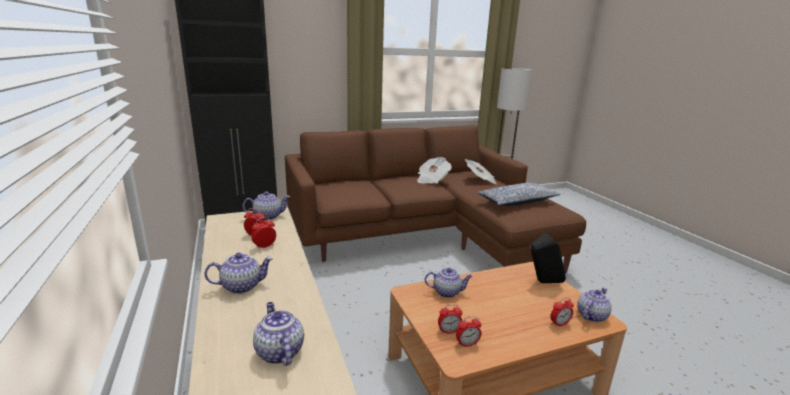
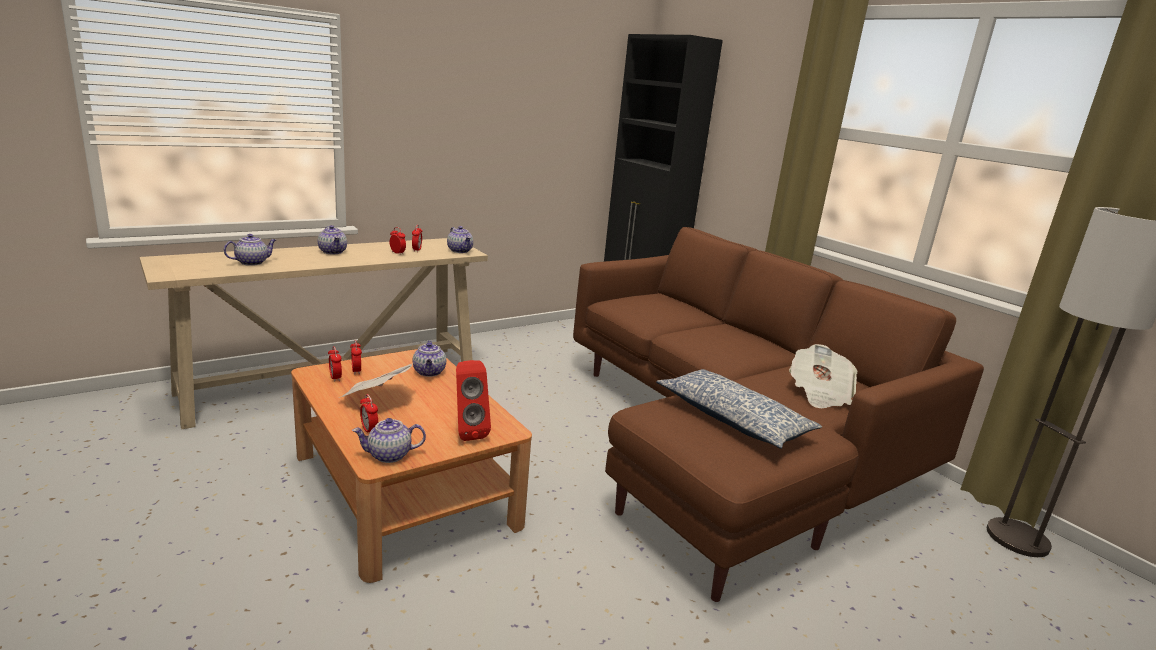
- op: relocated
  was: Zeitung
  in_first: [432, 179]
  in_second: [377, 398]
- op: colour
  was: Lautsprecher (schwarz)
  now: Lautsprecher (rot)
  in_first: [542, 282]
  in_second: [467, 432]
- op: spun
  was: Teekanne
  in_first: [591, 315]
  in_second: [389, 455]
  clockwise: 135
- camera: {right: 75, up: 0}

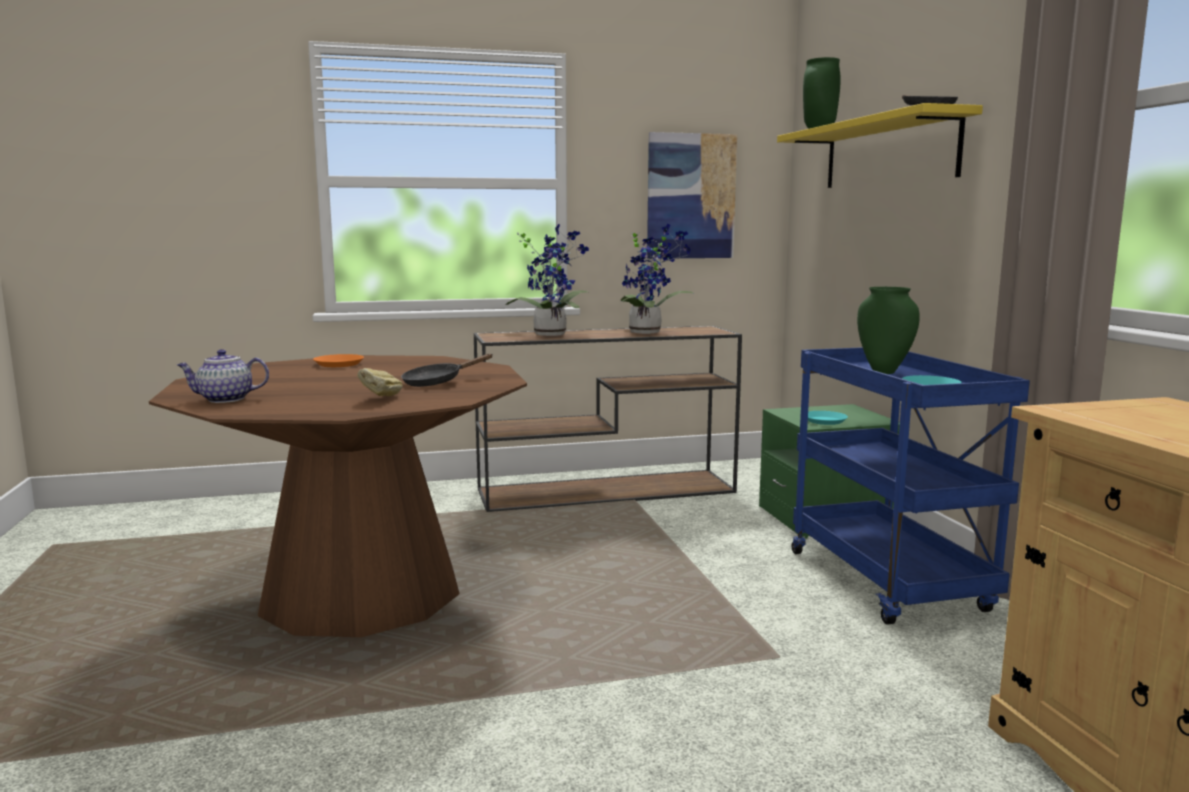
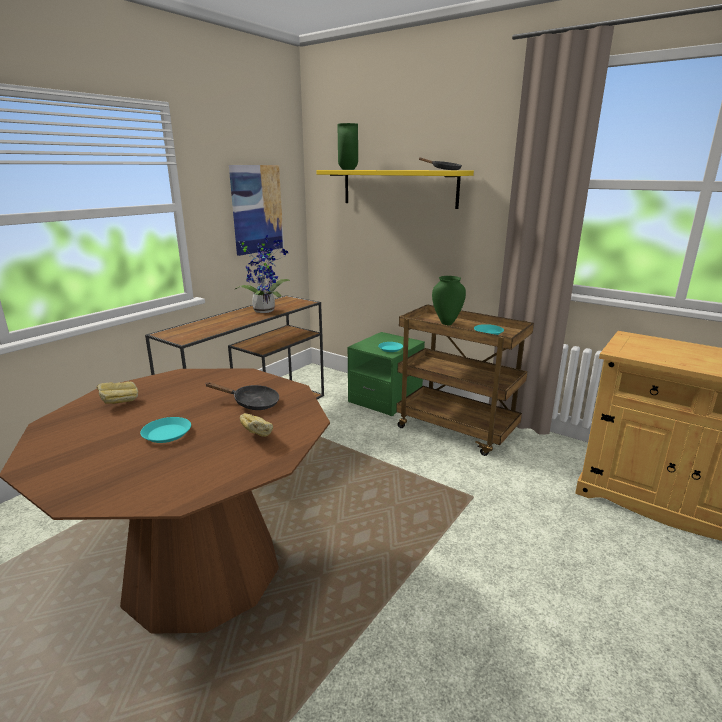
- op: missing
  was: Teekanne
  in_first: [224, 399]
- op: exchanged
  was: Teller (orange)
  now: Brot
  in_first: [339, 364]
  in_second: [120, 403]
- op: spun
  was: Pfanne (schwarz)
  in_first: [437, 382]
  in_second: [252, 403]
  clockwise: -90
- op: missing
  was: Topfpflanze
  in_first: [552, 334]
- op: colour
  was: Rollwagen (blau)
  now: Rollwagen (braun)
  in_first: [890, 583]
  in_second: [457, 430]
- op: appeared
  now: Teller (türkis)
  in_second: [166, 433]
- camera: {right: -40, up: 10}

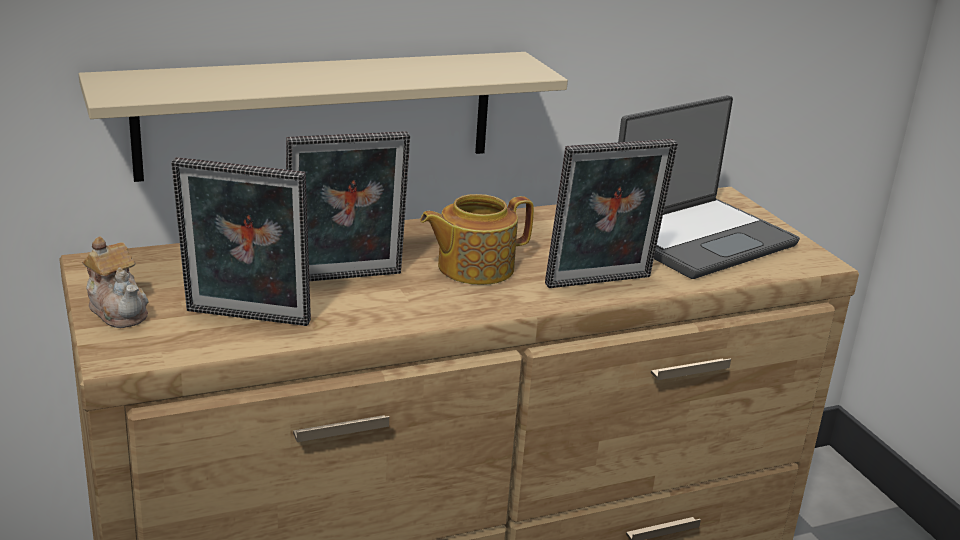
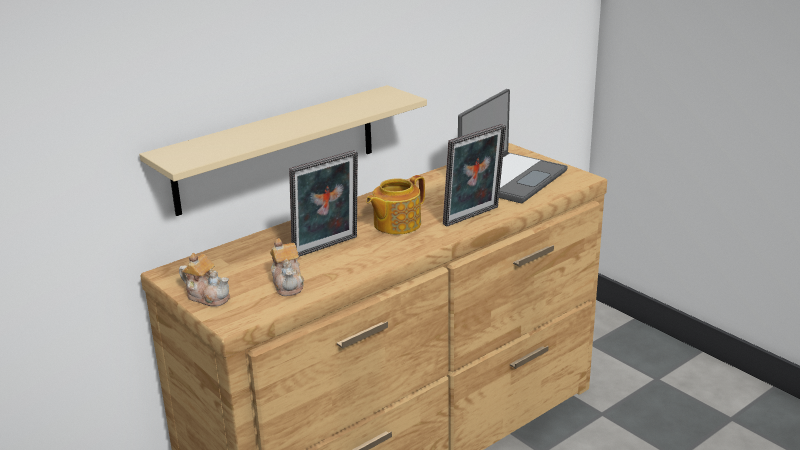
- op: exchanged
  was: Bilderrahmen
  now: Teekanne
  in_first: [245, 320]
  in_second: [288, 284]
- camera: {right: -15, up: 0}

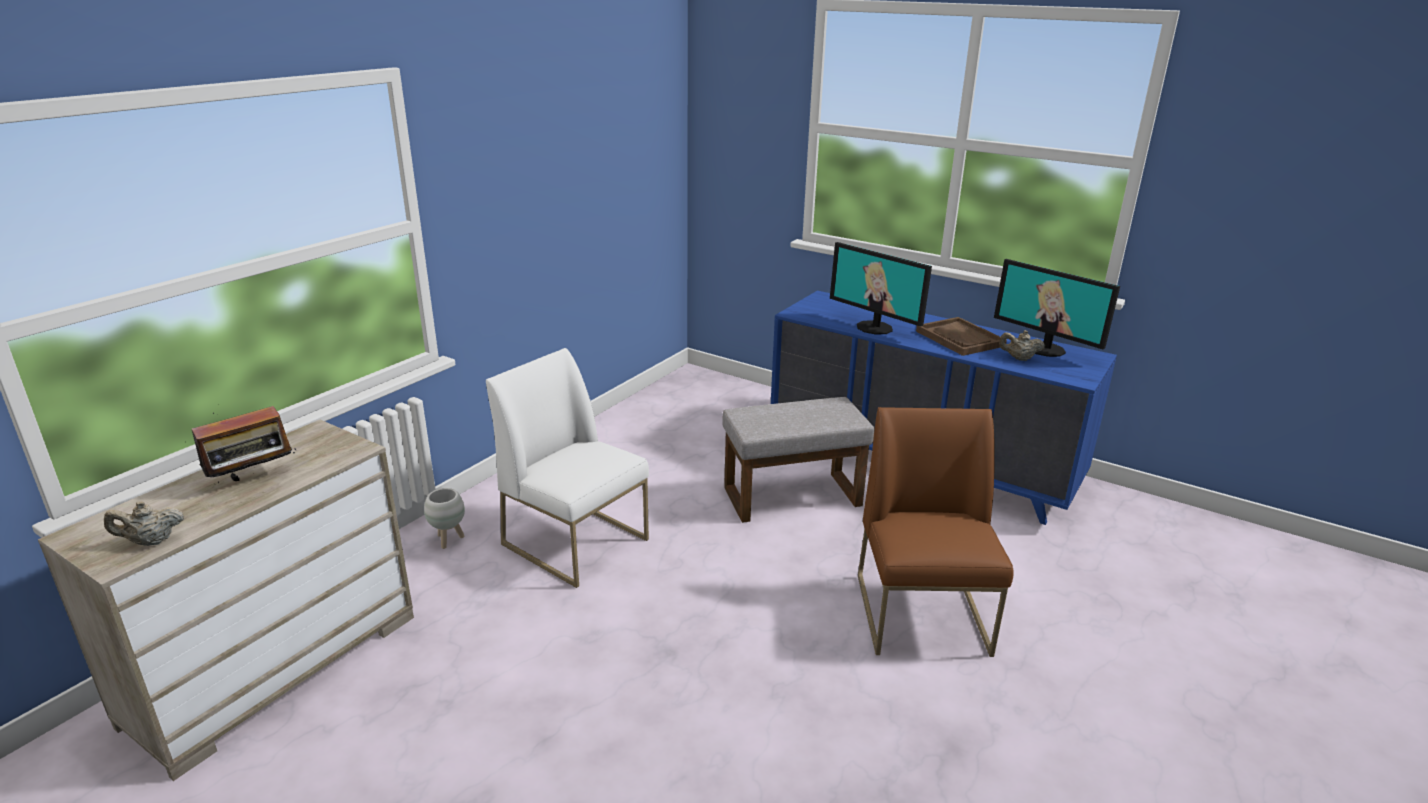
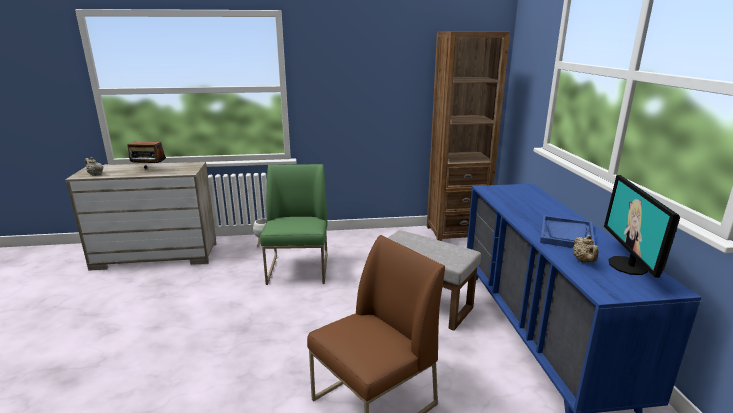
- op: colour
  was: Stuhl (weiß)
  now: Stuhl (grün)
  in_first: [577, 542]
  in_second: [299, 269]
- op: missing
  was: Monitor
  in_first: [875, 327]
- op: colour
  was: Tablett (braun)
  now: Tablett (blau)
  in_first: [960, 338]
  in_second: [566, 234]
- op: spun
  was: Teekanne (beige)
  in_first: [1019, 358]
  in_second: [584, 261]
  clockwise: -150
- op: appeared
  now: Bücherregal (braun)
  in_second: [456, 233]
- camera: {right: 50, up: -5}

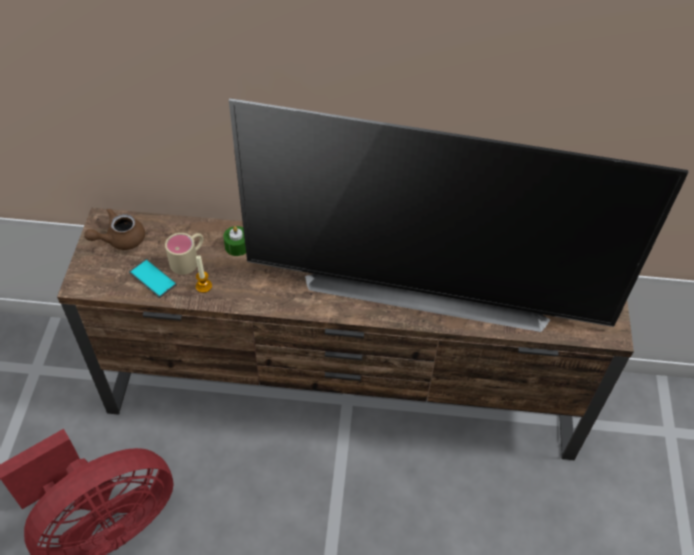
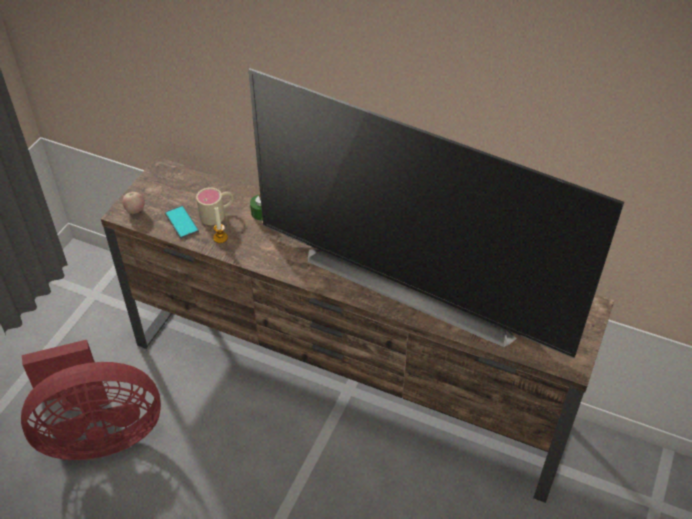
- op: missing
  was: Teekanne (braun)
  in_first: [120, 239]
- op: appeared
  now: Apfel
  in_second: [135, 210]
- camera: {right: 20, up: -5}

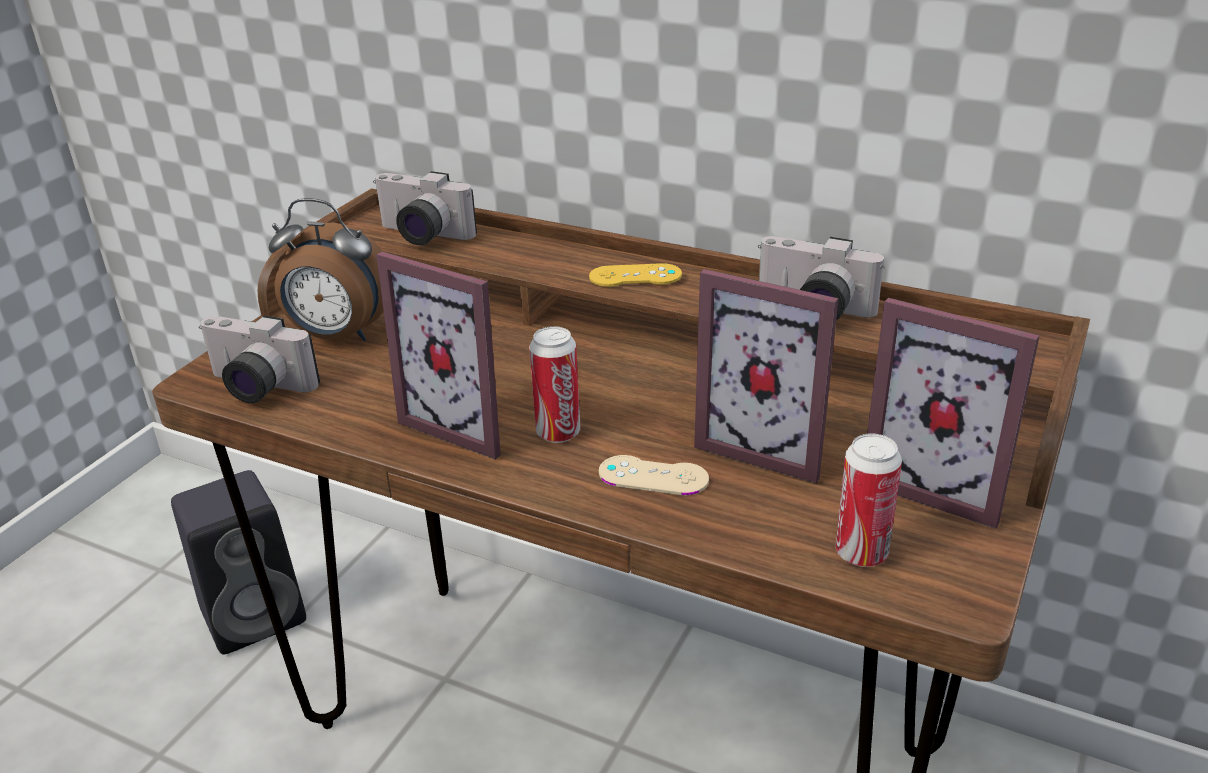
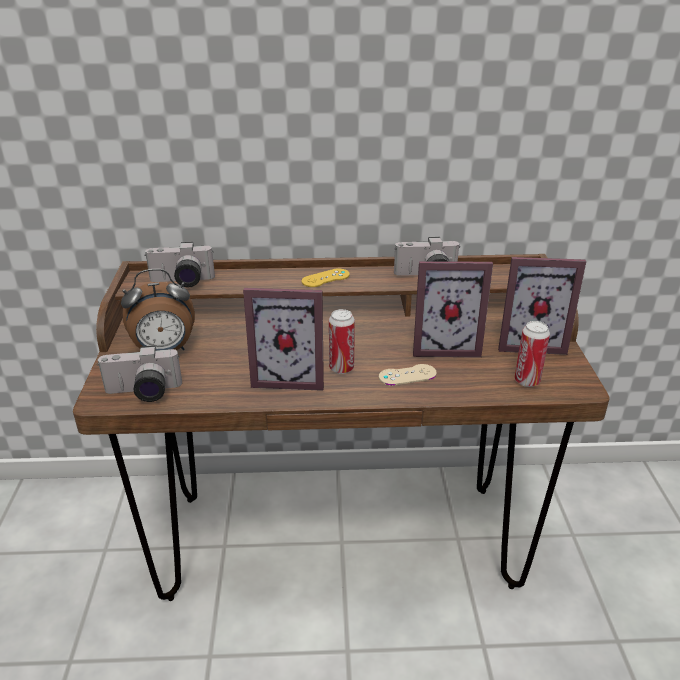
- op: missing
  was: Lautsprecher (schwarz)
  in_first: [257, 614]
- camera: {right: -30, up: 0}

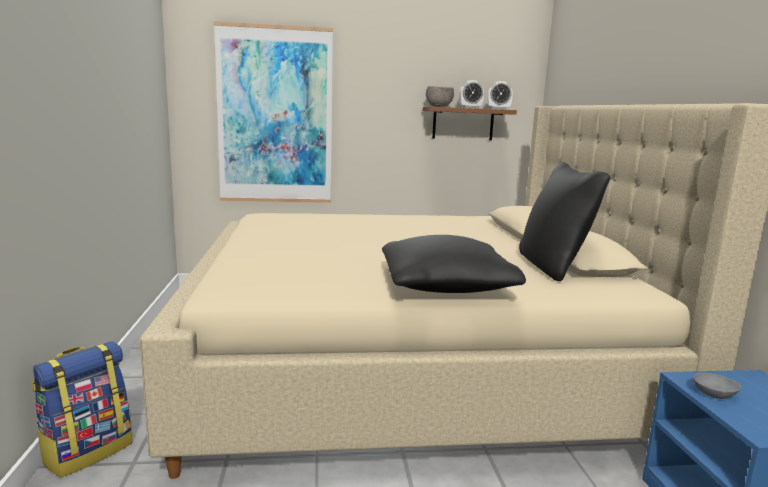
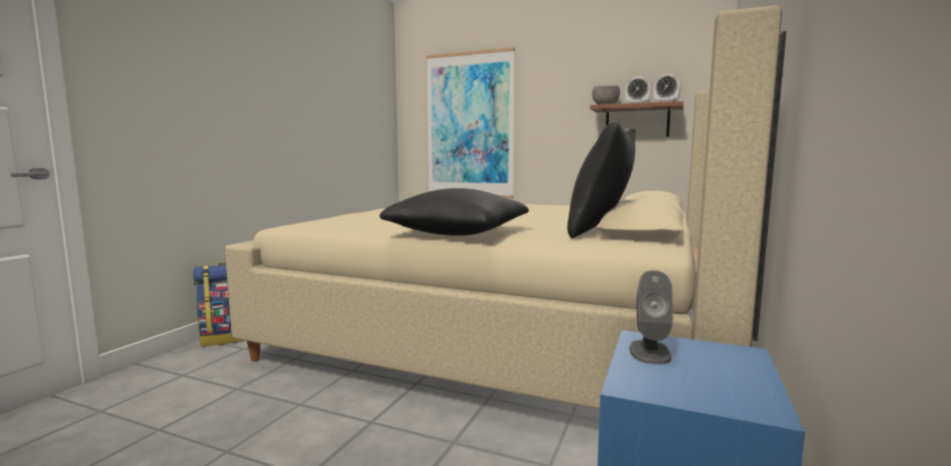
- op: exchanged
  was: Schüssel (grau)
  now: Lautsprecher (grau)
  in_first: [714, 393]
  in_second: [649, 352]
- camera: {right: 30, up: -5}

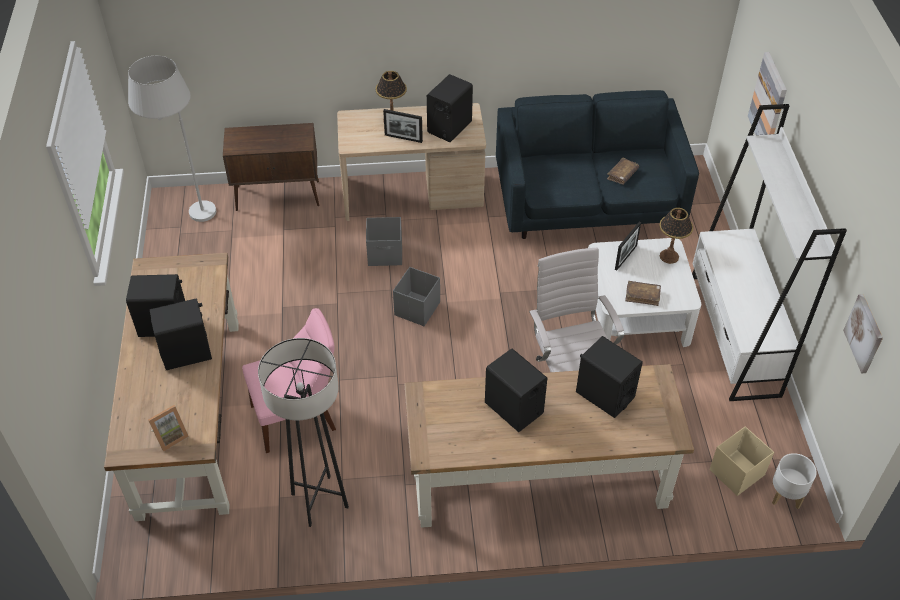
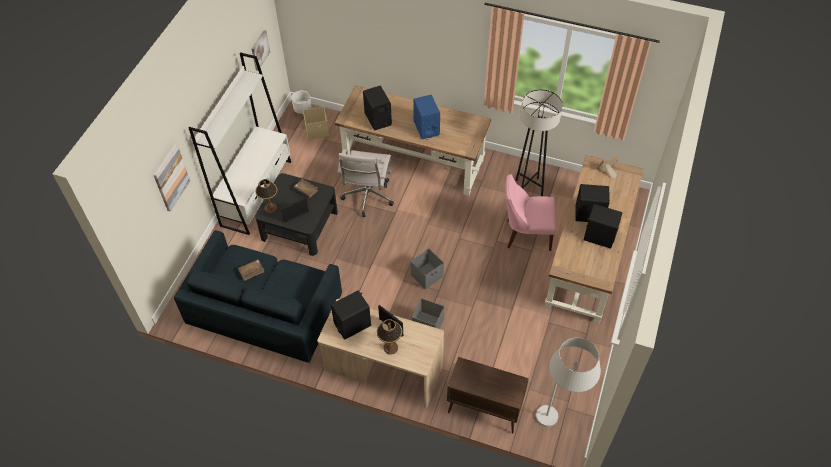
- op: colour
  was: Lautsprecher (schwarz)
  now: Lautsprecher (blau)
  in_first: [514, 408]
  in_second: [426, 128]
- op: colour
  was: Couchtisch (weiß)
  now: Couchtisch (schwarz)
  in_first: [636, 312]
  in_second: [299, 225]
- camera: {right: -155, up: 5}

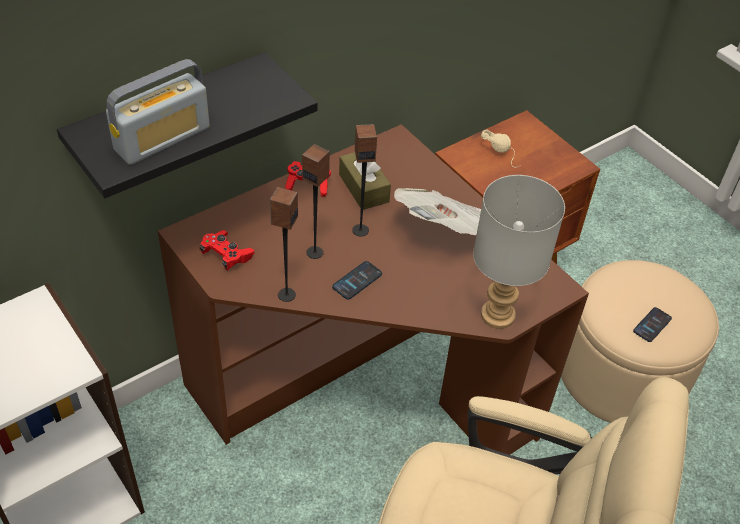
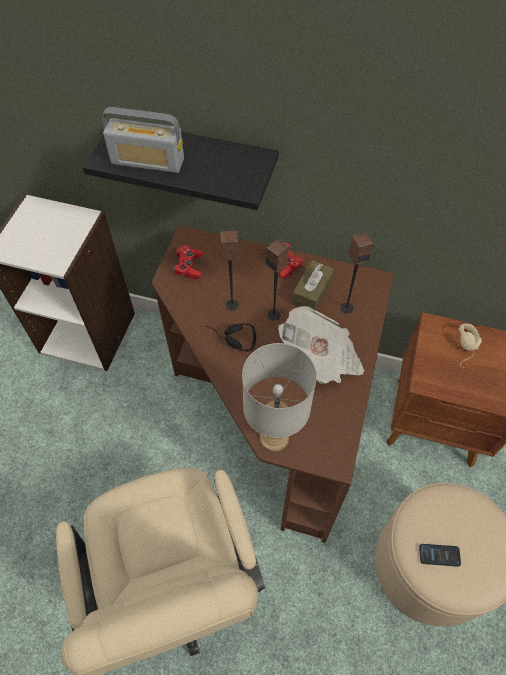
- op: relocated
  was: Lautsprecher
  in_first: [286, 294]
  in_second: [346, 307]
- op: exchanged
  was: Handy
  now: Kopfhörer (schwarz)
  in_first: [357, 281]
  in_second: [230, 341]
- camera: {right: 55, up: 10}

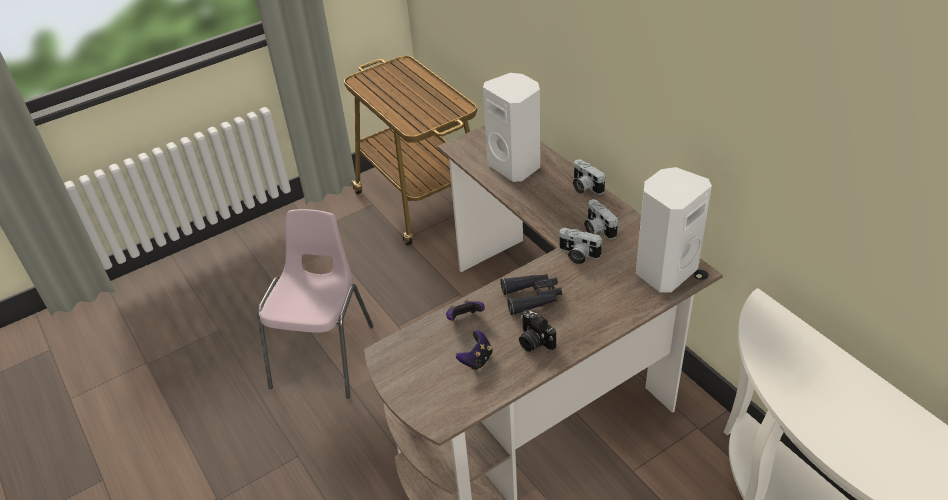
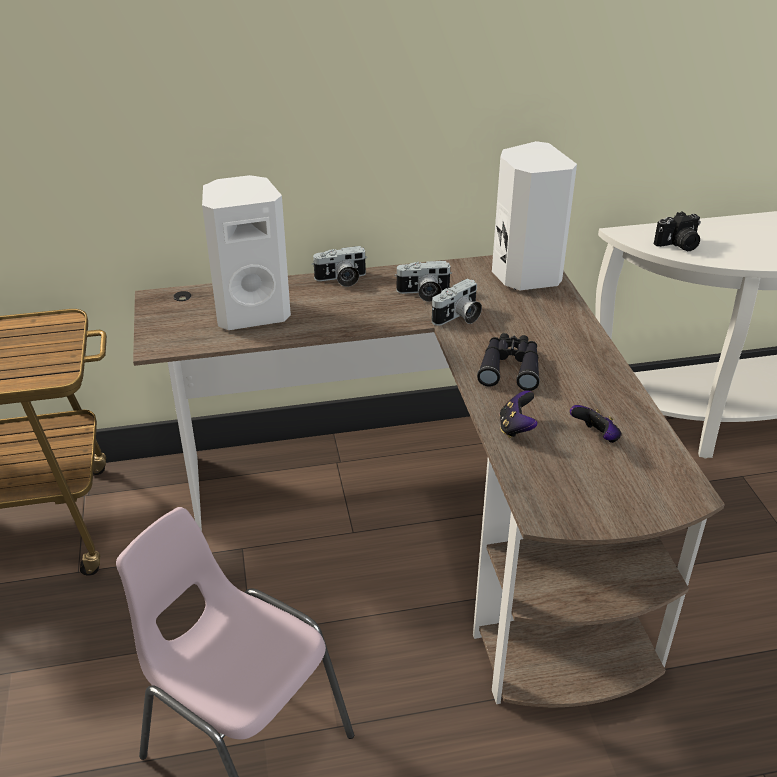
- op: relocated
  was: Kamera
  in_first: [533, 341]
  in_second: [678, 245]
- camera: {right: -70, up: -5}

